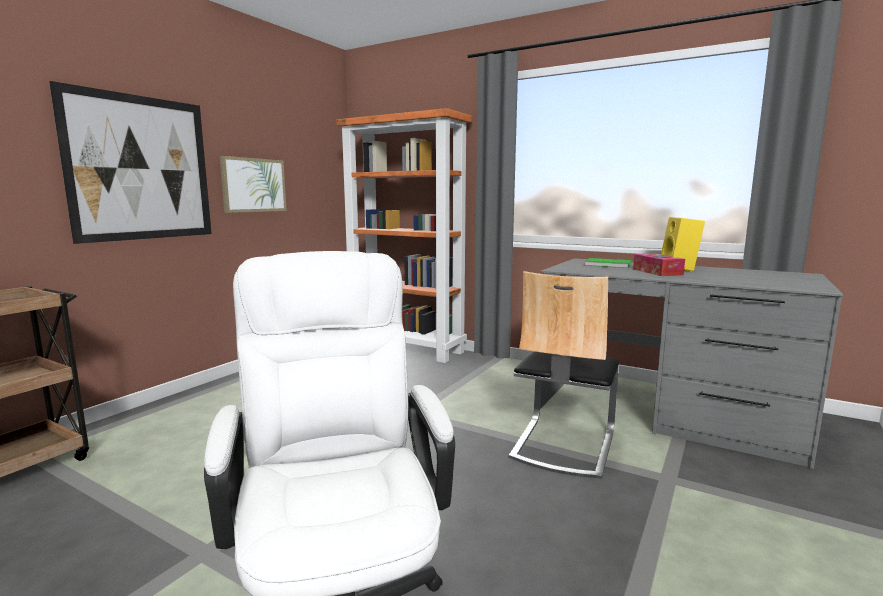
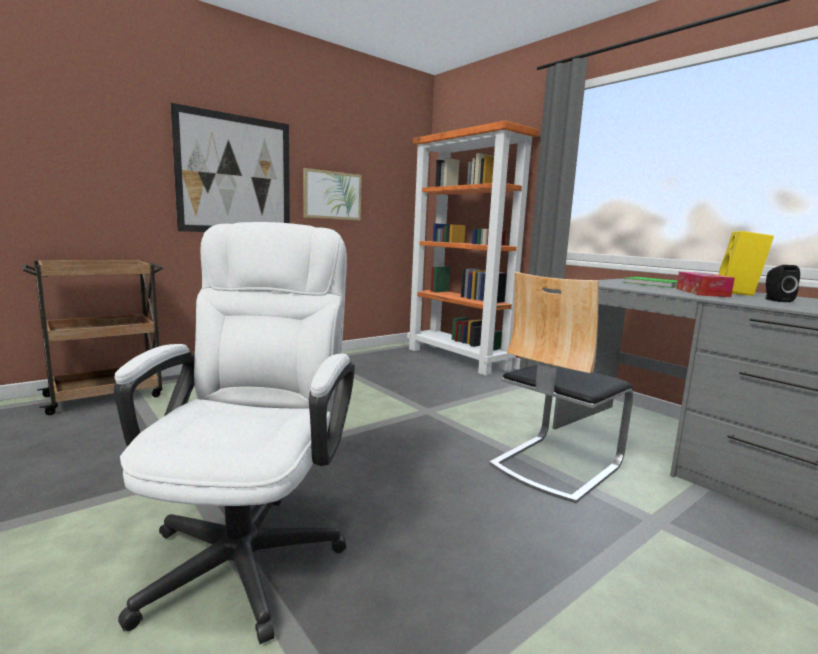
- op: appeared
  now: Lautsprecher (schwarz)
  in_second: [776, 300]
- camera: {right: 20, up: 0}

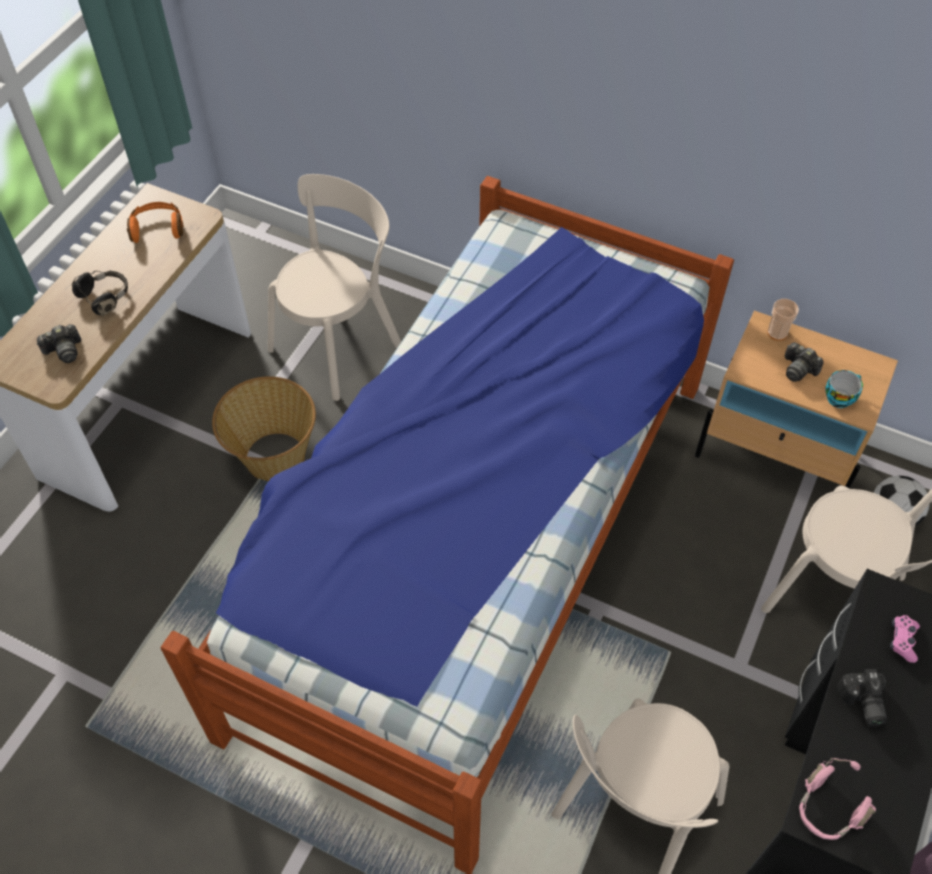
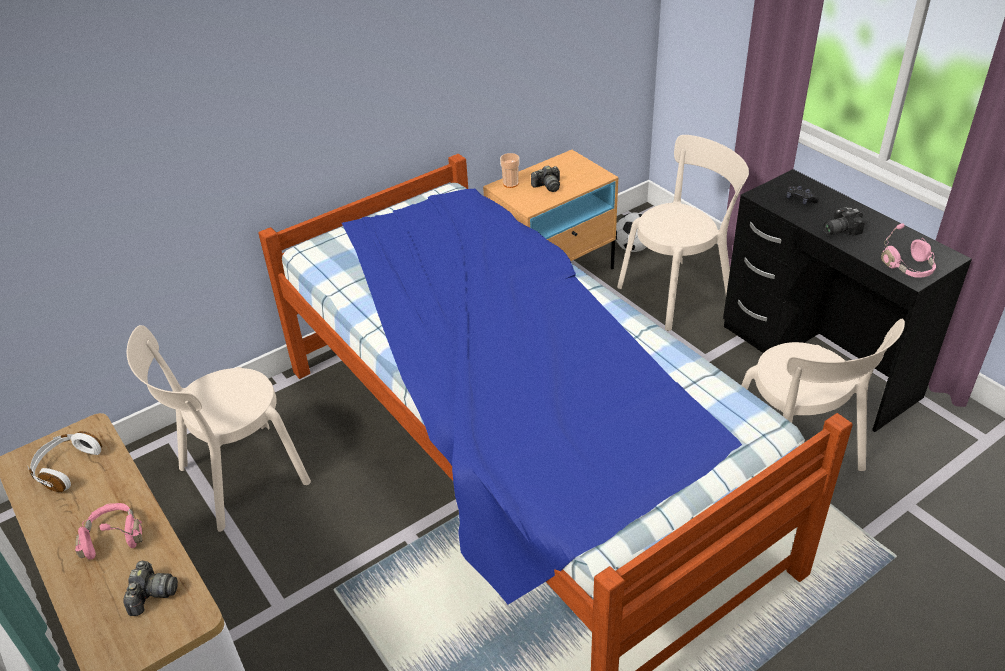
- op: colour
  was: Kopfhörer (schwarz)
  now: Kopfhörer (rosa)
  in_first: [105, 297]
  in_second: [113, 537]
- op: colour
  was: Kopfhörer (orange)
  now: Kopfhörer (weiß)
  in_first: [157, 228]
  in_second: [66, 467]
- op: missing
  was: Korb
  in_first: [274, 457]
- op: spun
  was: Stuhl (beige)
  in_first: [339, 343]
  in_second: [237, 478]
  clockwise: -105
- op: missing
  was: Tasse
  in_first: [839, 397]
- op: spun
  was: Kamera
  in_first: [861, 704]
  in_second: [838, 230]
  clockwise: 135
- op: colour
  was: Gamepad (rosa)
  now: Gamepad (schwarz)
  in_first: [902, 640]
  in_second: [800, 200]
- camera: {right: -60, up: -15}

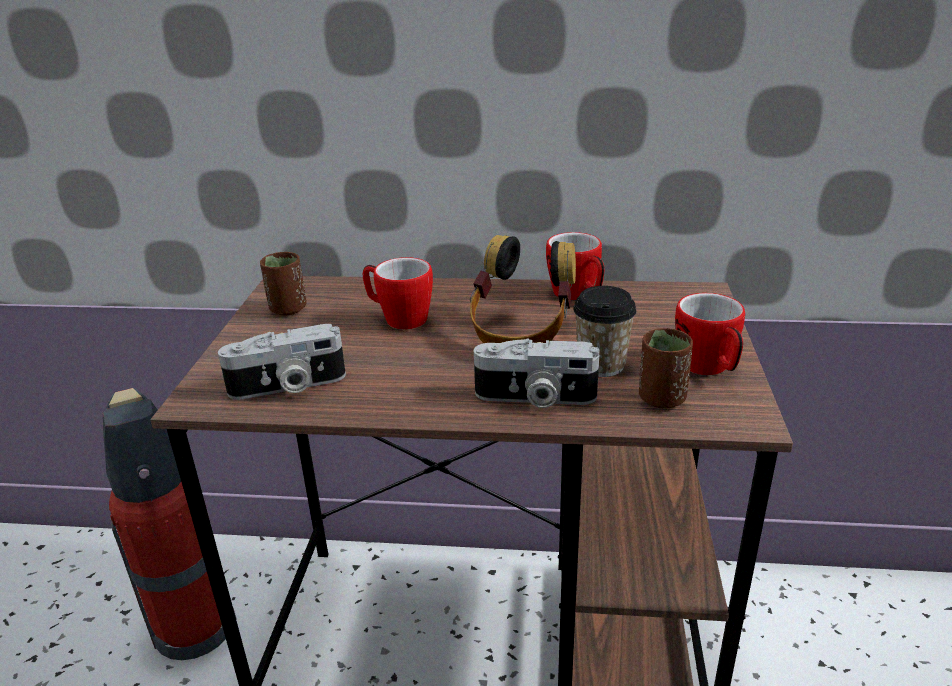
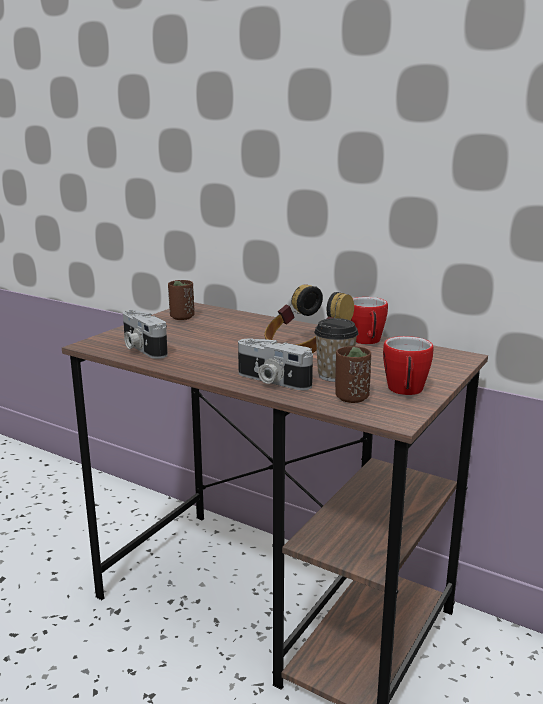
- op: missing
  was: Feuerlöscher
  in_first: [194, 624]
- op: spun
  was: Kamera
  in_first: [288, 386]
  in_second: [141, 348]
  clockwise: 45
- op: missing
  was: Henkelbecher
  in_first: [398, 318]
- camera: {right: 25, up: -10}

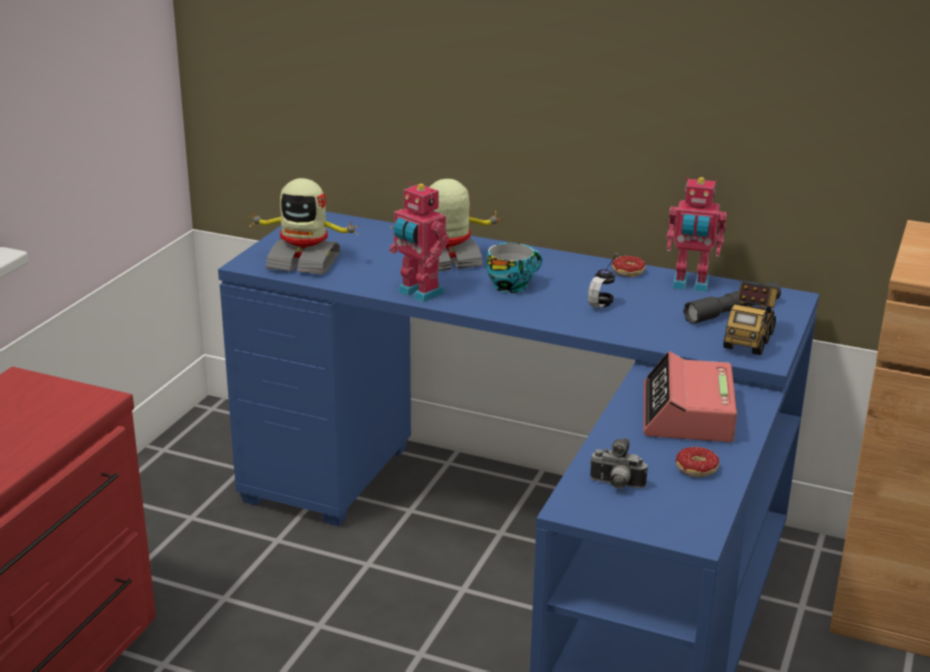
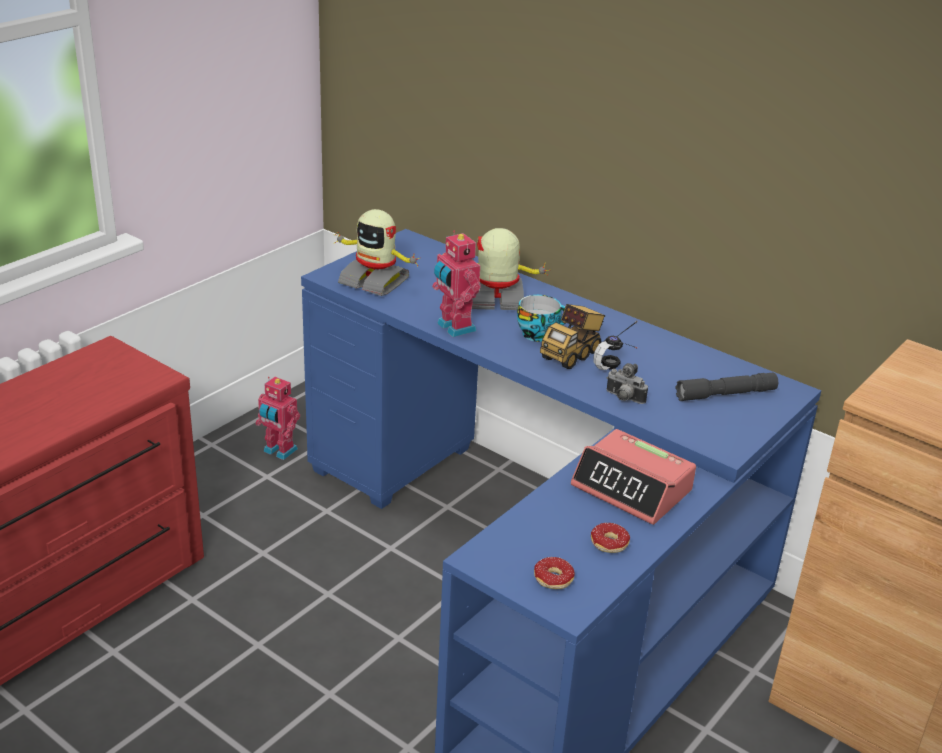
- op: relocated
  was: Kamera
  in_first: [616, 485]
  in_second: [623, 398]
- op: relocated
  was: Donut
  in_first: [627, 274]
  in_second: [550, 583]
- op: spun
  was: Wecker
  in_first: [687, 414]
  in_second: [632, 488]
  clockwise: -75
- op: relocated
  was: Spielzeugroboter
  in_first: [690, 285]
  in_second: [279, 451]
- op: relocated
  was: Spielzeuglaster
  in_first: [749, 340]
  in_second: [572, 354]
- camera: {right: 15, up: 5}

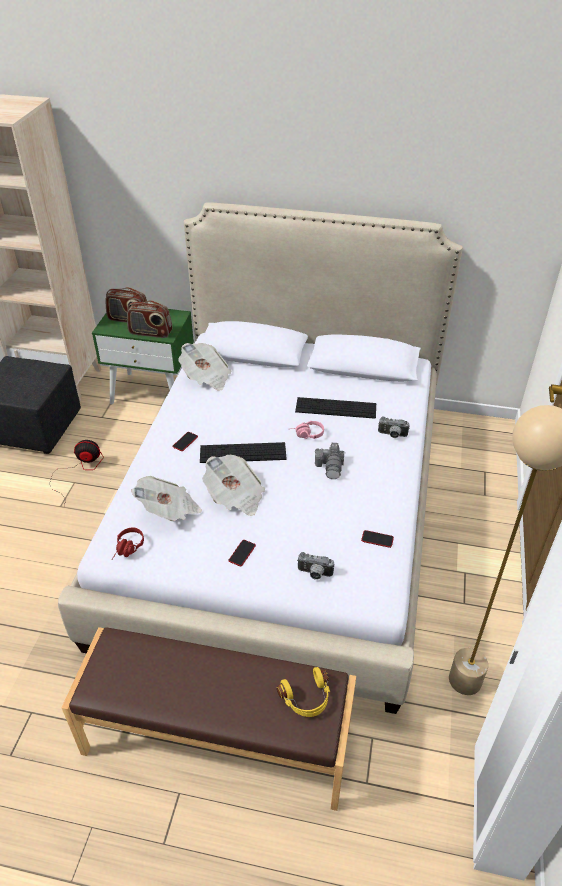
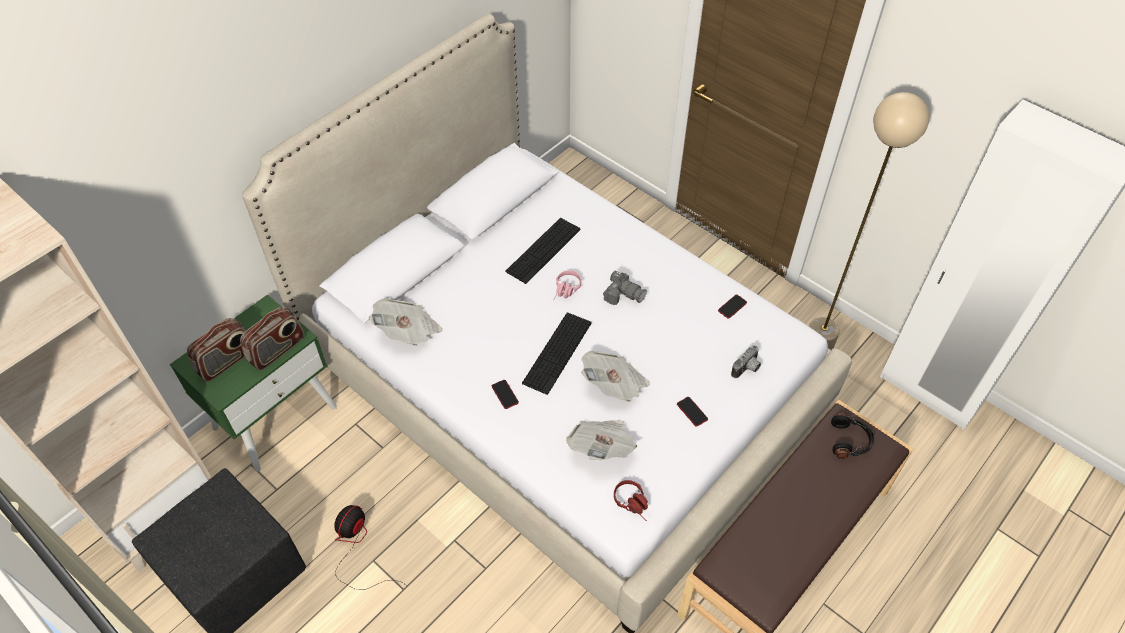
- op: colour
  was: Kopfhörer (gelb)
  now: Kopfhörer (schwarz)
  in_first: [307, 698]
  in_second: [850, 441]
- op: missing
  was: Kamera
  in_first: [392, 435]
- camera: {right: -60, up: 10}

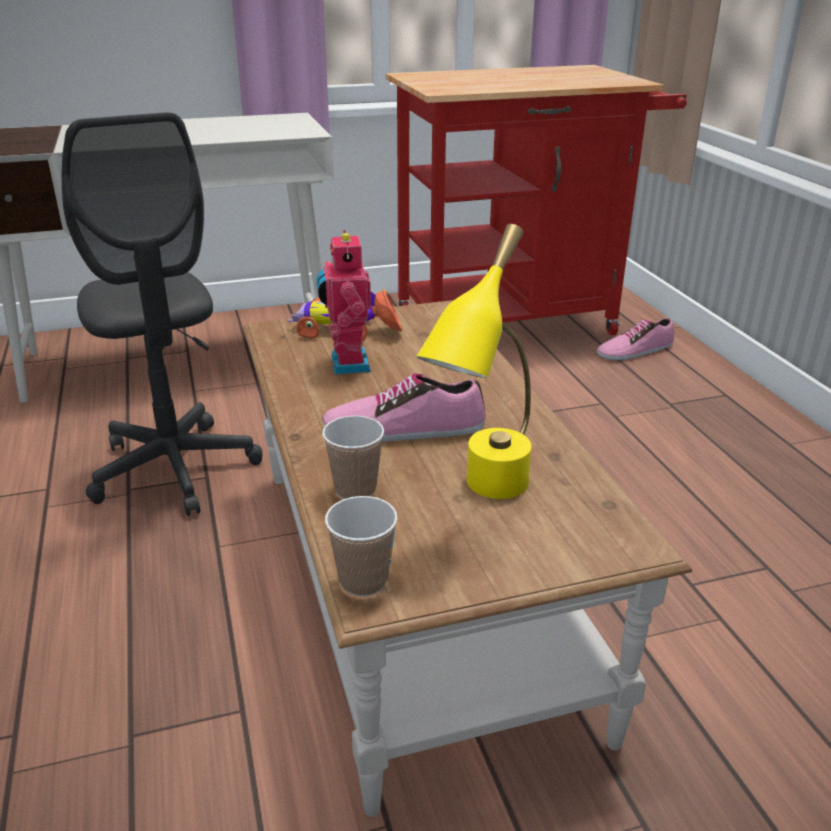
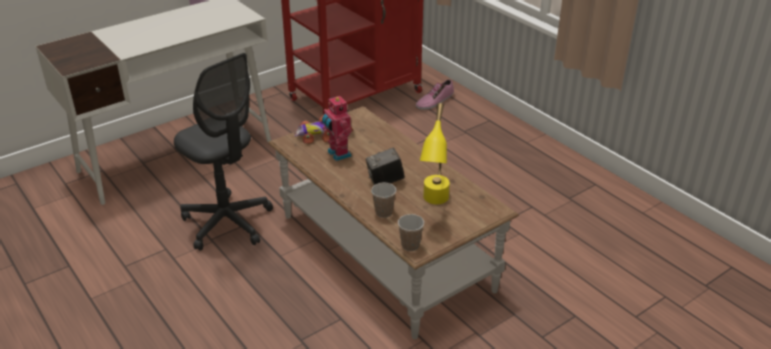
- op: exchanged
  was: Schuh
  now: Kamera
  in_first: [404, 428]
  in_second: [385, 181]
- camera: {right: -20, up: 5}

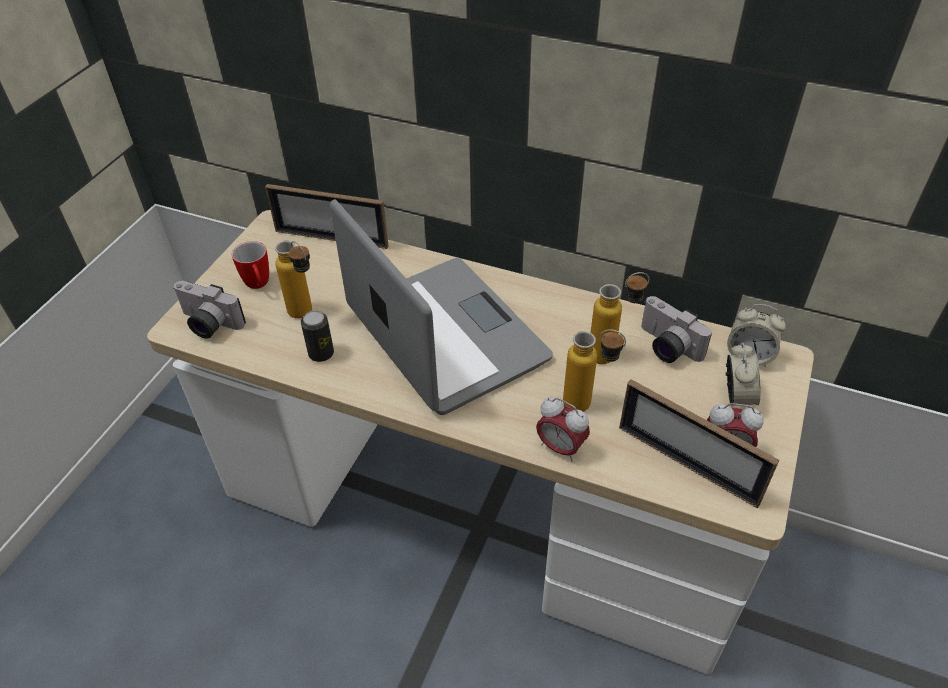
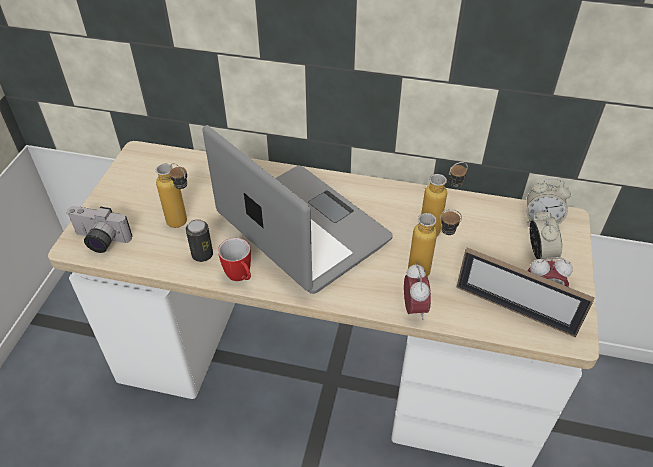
- op: relocated
  was: Henkelbecher
  in_first: [259, 286]
  in_second: [241, 278]
- op: missing
  was: Bilderrahmen
  in_first: [331, 238]
- op: spun
  was: Wecker
  in_first: [560, 447]
  in_second: [414, 308]
  clockwise: -120
- op: missing
  was: Kamera
  in_first: [665, 347]
- camera: {right: -10, up: 0}

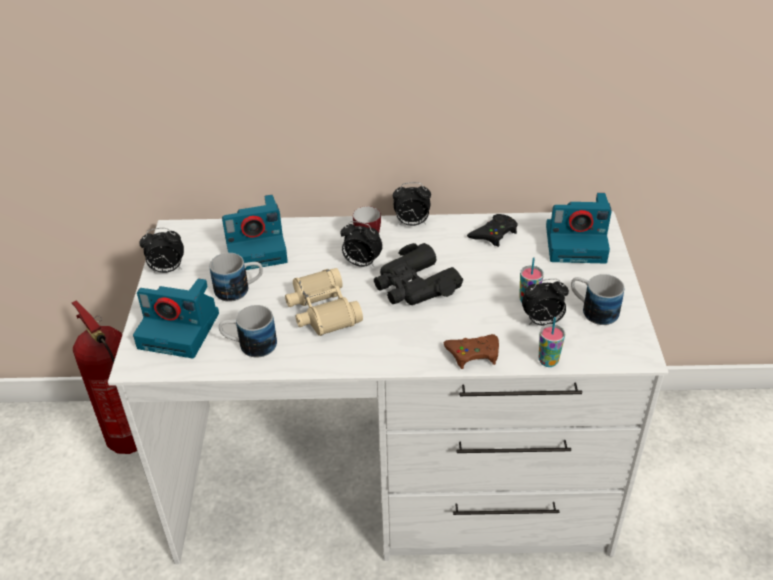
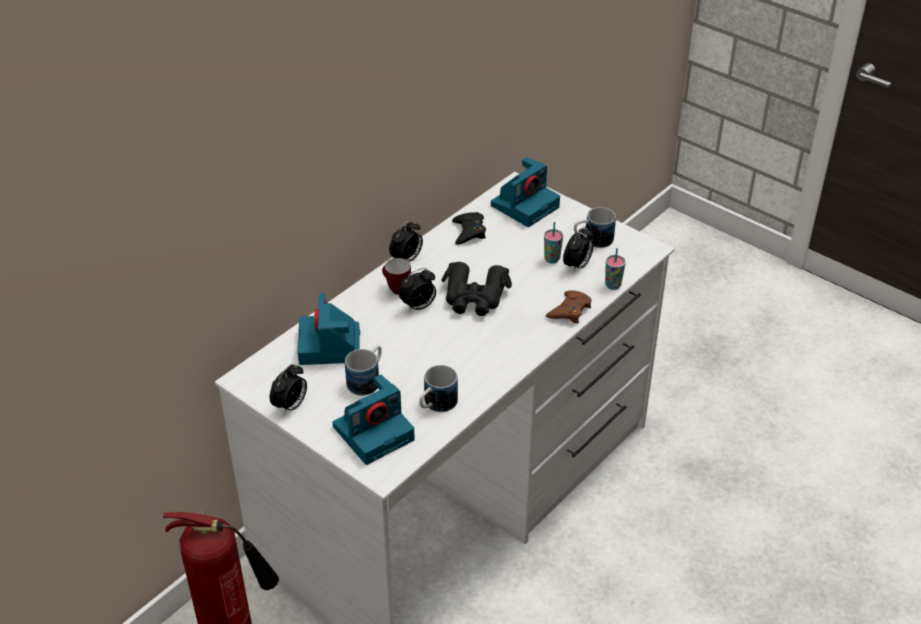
- op: spun
  was: Kamera
  in_first: [257, 248]
  in_second: [330, 346]
  clockwise: 150
- op: missing
  was: Fernglas (beige)
  in_first: [322, 311]
- camera: {right: -50, up: 0}

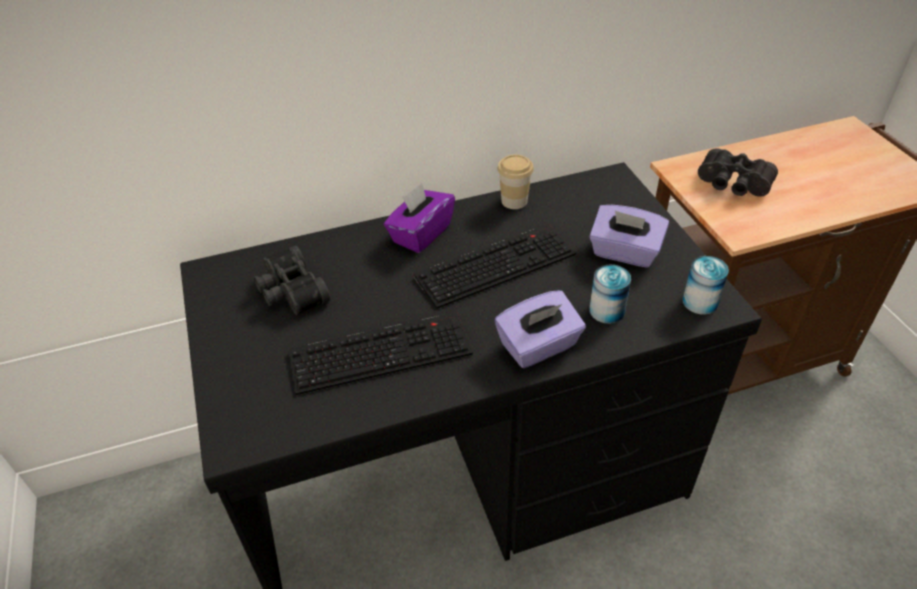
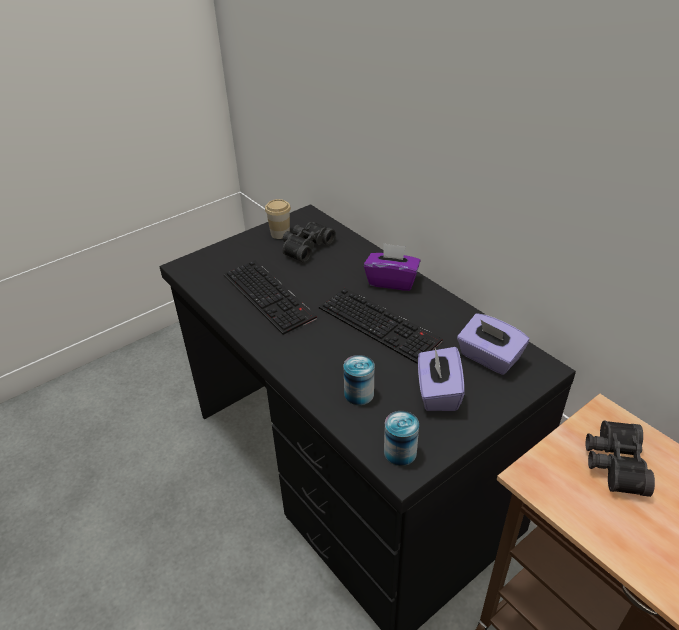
- op: relocated
  was: Taschentuchbox (lila)
  in_first: [539, 346]
  in_second: [489, 358]
- op: relocated
  was: Tasse
  in_first: [514, 201]
  in_second: [280, 233]
- camera: {right: 70, up: -5}

